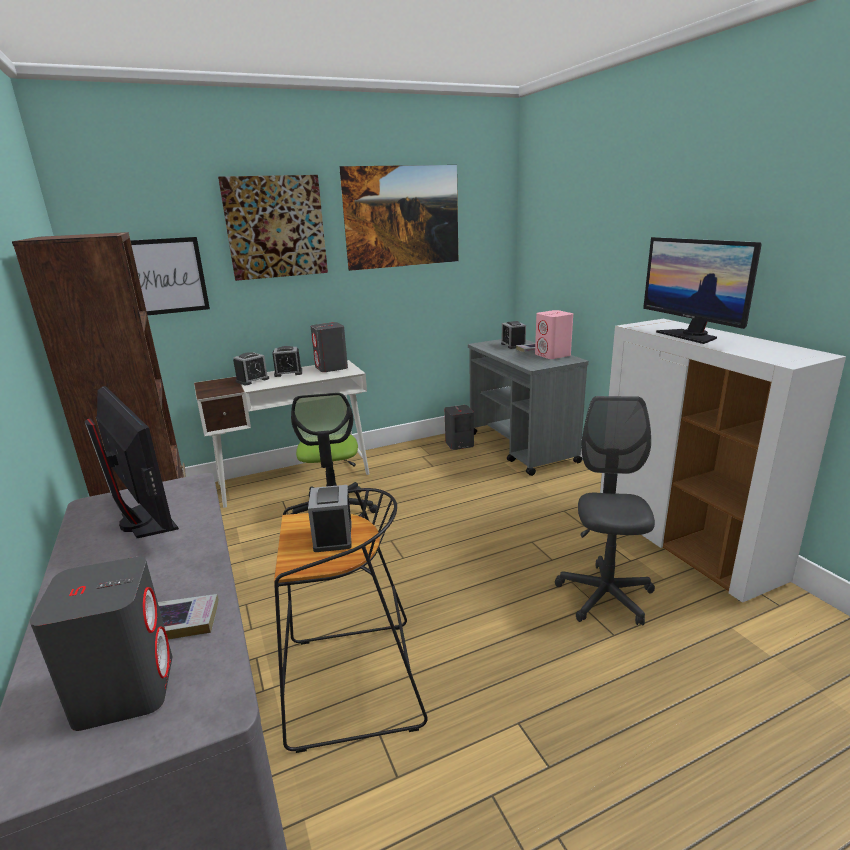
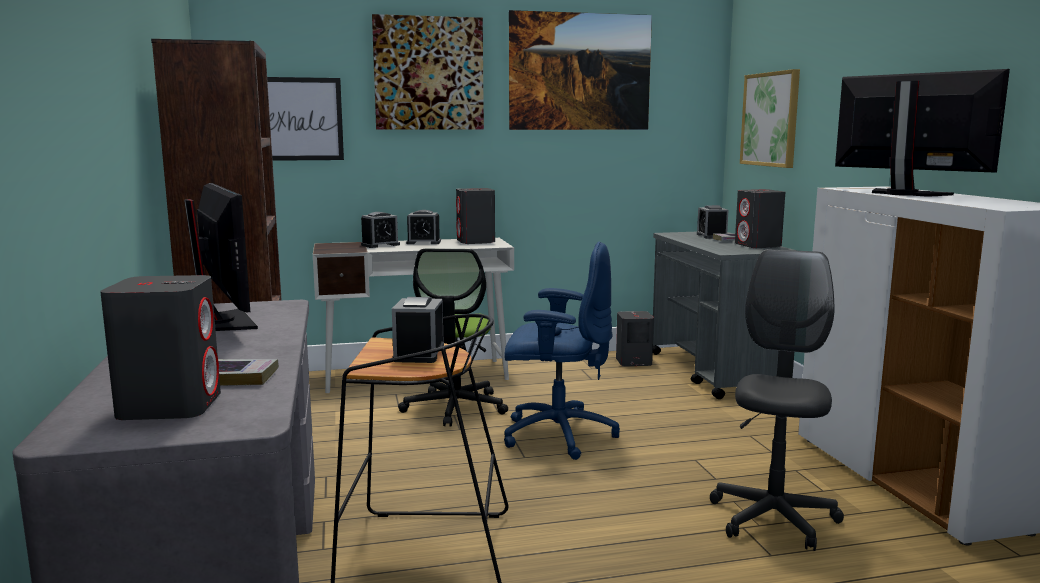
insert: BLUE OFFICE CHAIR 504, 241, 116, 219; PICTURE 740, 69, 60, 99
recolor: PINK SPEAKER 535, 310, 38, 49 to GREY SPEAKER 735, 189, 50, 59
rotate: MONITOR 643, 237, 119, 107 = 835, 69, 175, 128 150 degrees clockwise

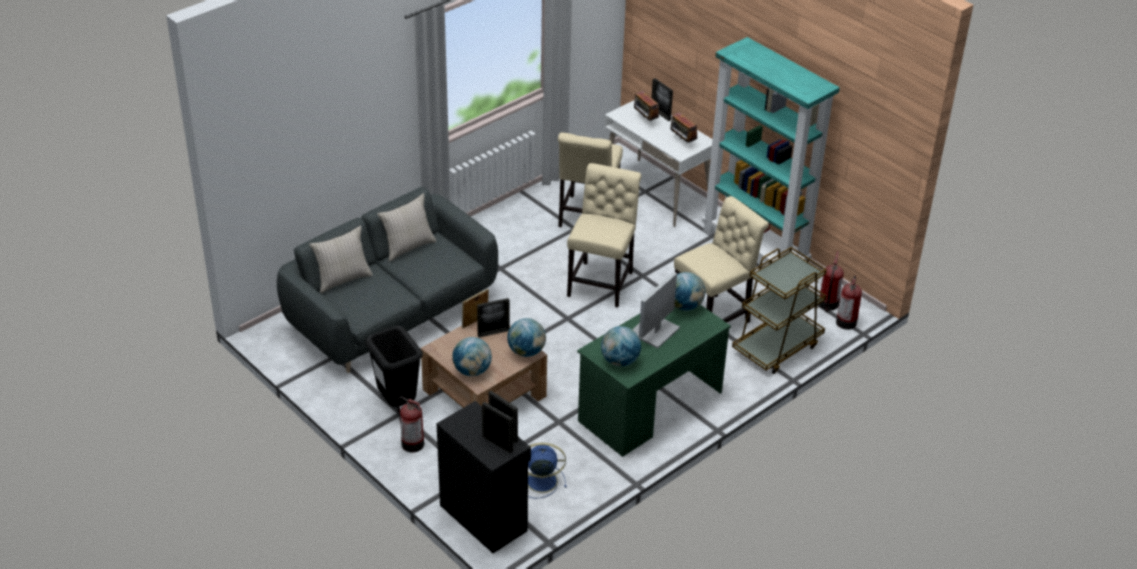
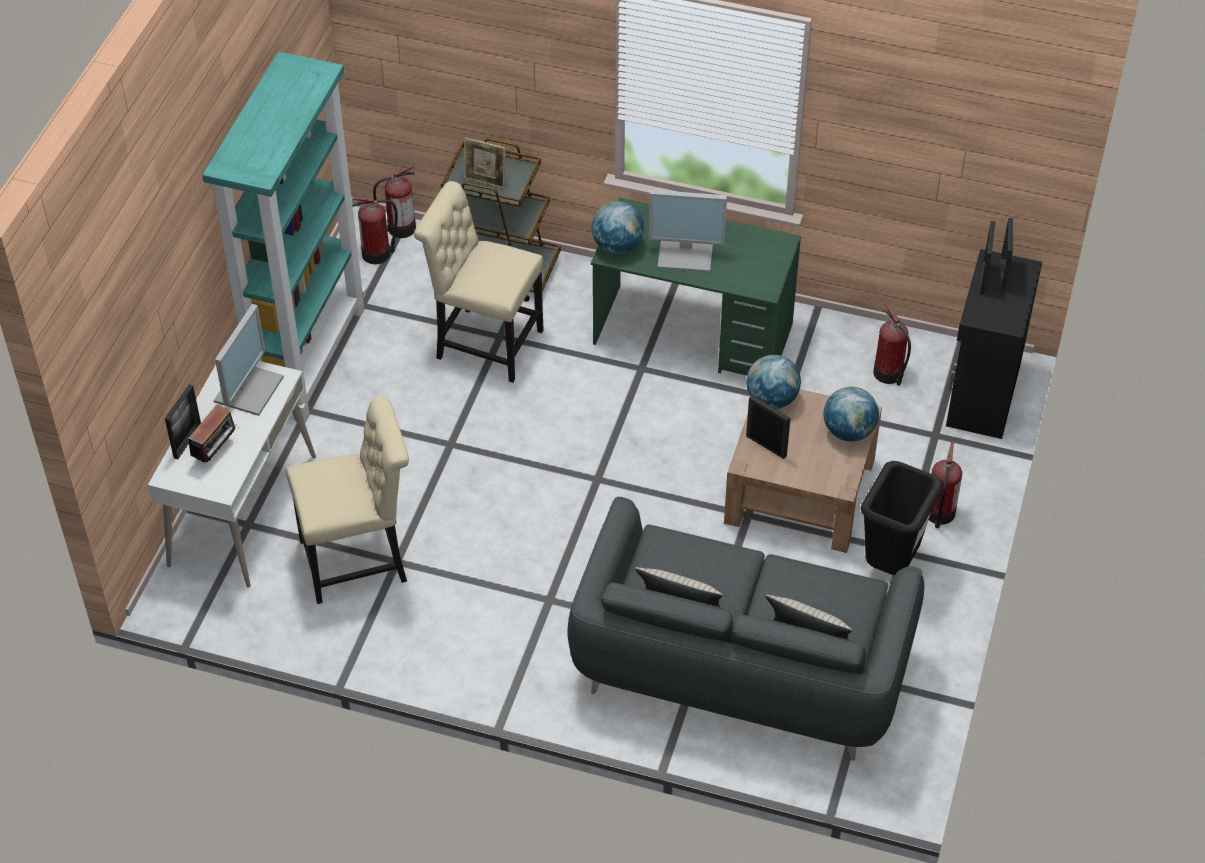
delete: BEIGE CHAIR 567, 163, 74, 144; GLOBE 601, 326, 40, 40
move: PICTURE FRAME 462, 289, 27, 40 to 464, 137, 42, 51
replace: BLUE FAN 528, 443, 39, 55 to FIRE EXTINGUISHER 873, 303, 38, 83; RADIO 670, 112, 27, 31 to MONITOR 214, 304, 70, 112

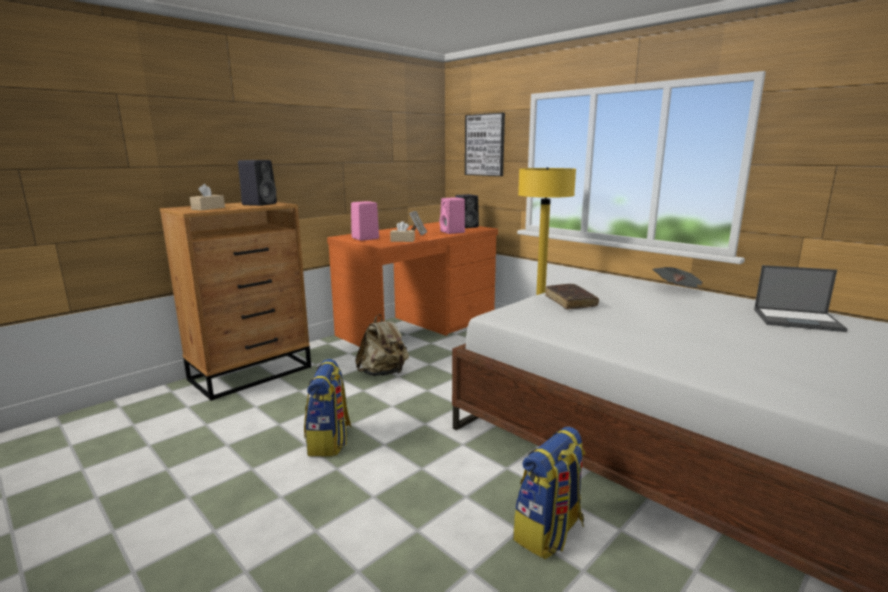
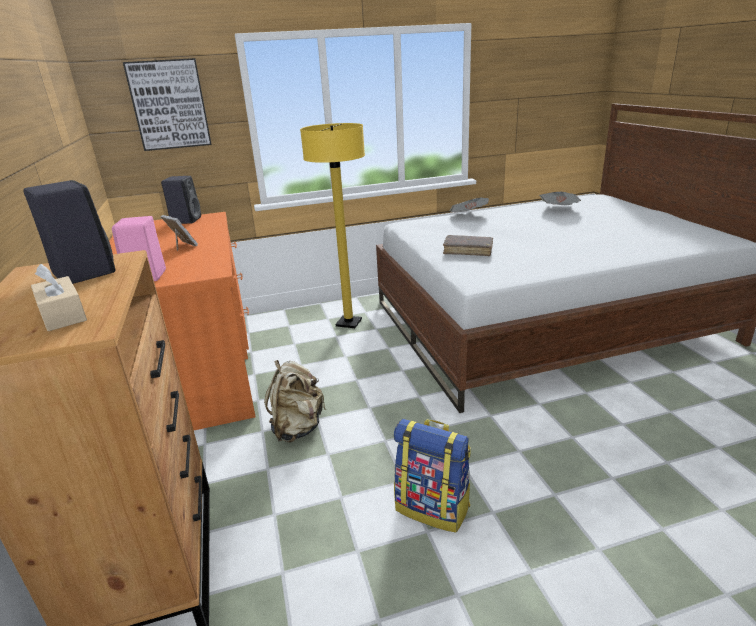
delete: BEIGE TISSUE BOX 390, 221, 25, 21; PINK SPEAKER 440, 197, 25, 37; BACKPACK 513, 426, 72, 133
replace: LAPTOP 754, 265, 93, 67 to NEWSPAPER 539, 192, 42, 13

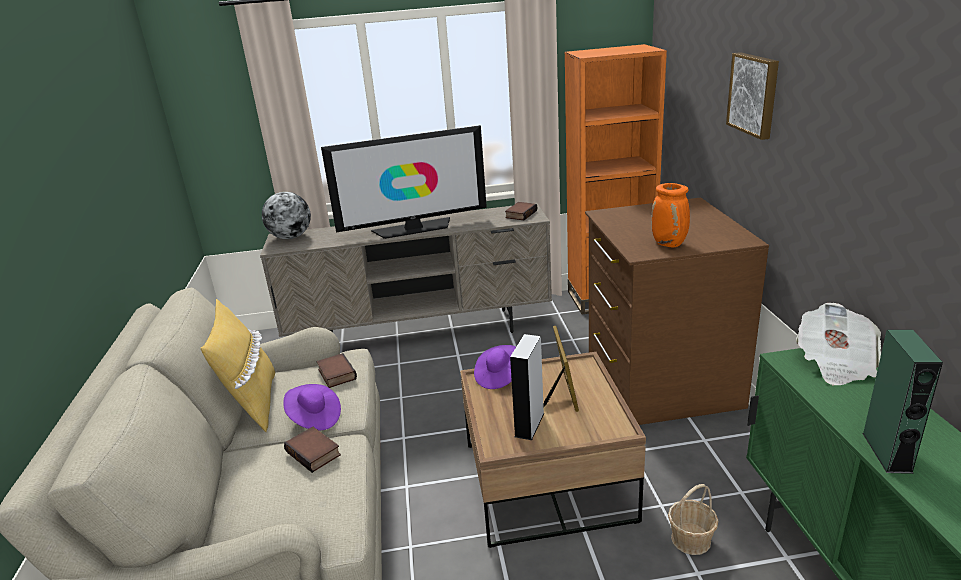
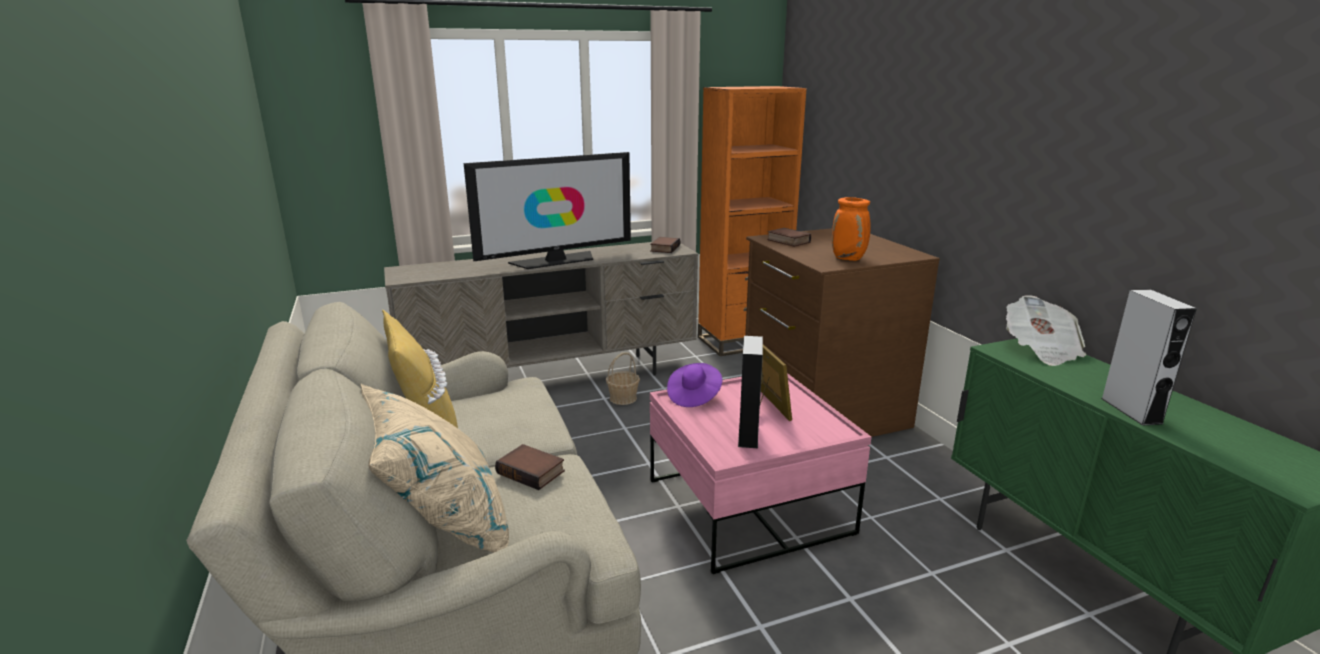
delete: GLOBE 262, 192, 49, 47; PURPLE HAT 283, 384, 58, 46; PICTURE 726, 52, 53, 88
insert: BEIGE PILLOW 360, 383, 149, 169
move: BOOK 317, 353, 40, 35 to 767, 228, 44, 19; BASKET 668, 484, 50, 71 to 606, 352, 34, 53
recolor: BROWN COFFEE TABLE 460, 352, 186, 196 to PINK COFFEE TABLE 650, 373, 221, 201; GREEN SPEAKER 862, 329, 81, 145 to GREY SPEAKER 1101, 289, 96, 137

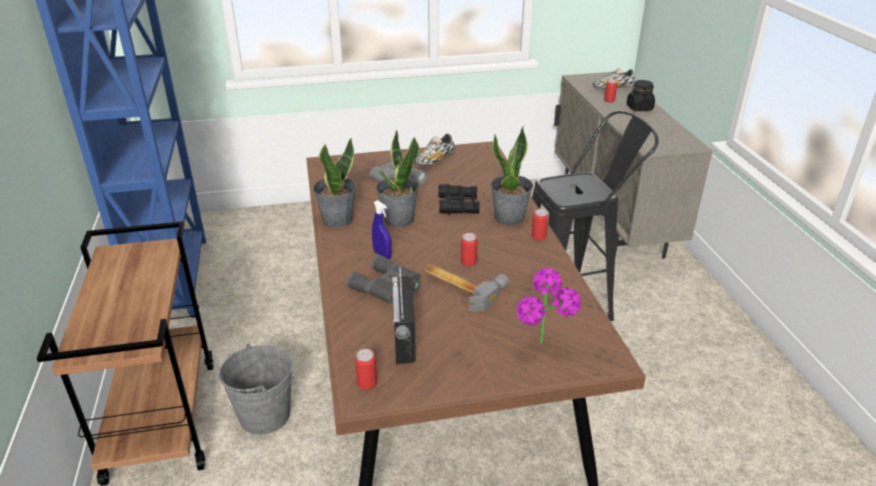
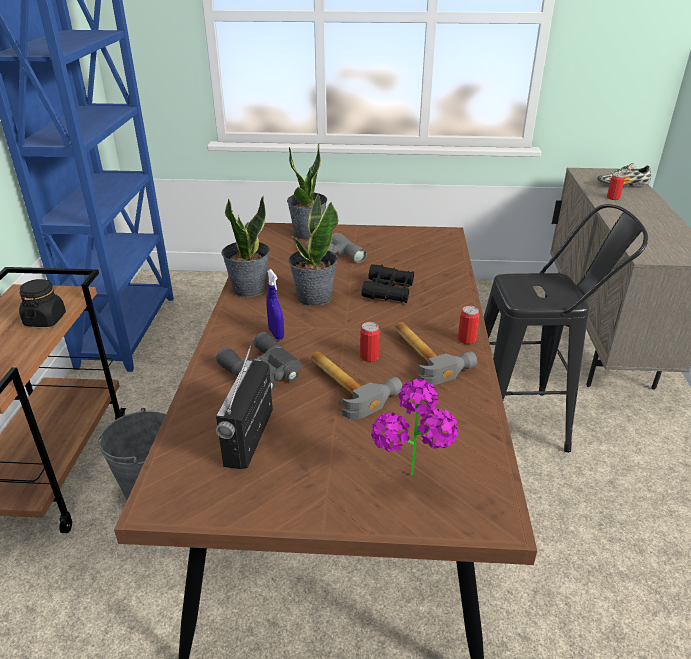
delete: CAN 355, 349, 22, 41; SHOE 414, 134, 41, 31
insert: HAMMER 394, 322, 83, 63
move: POTTED PLANT 491, 127, 42, 98 to 287, 143, 40, 97; BLACK JAR 627, 80, 28, 31 to 19, 279, 47, 48

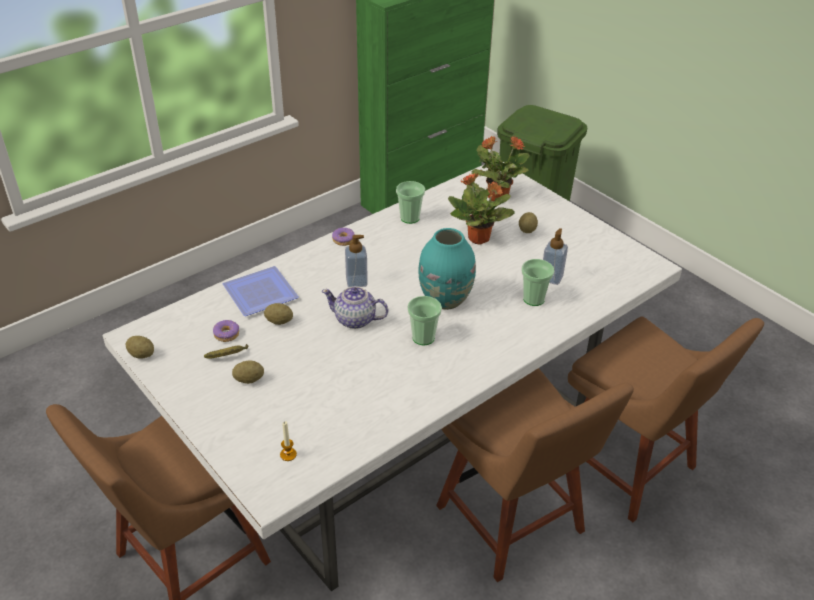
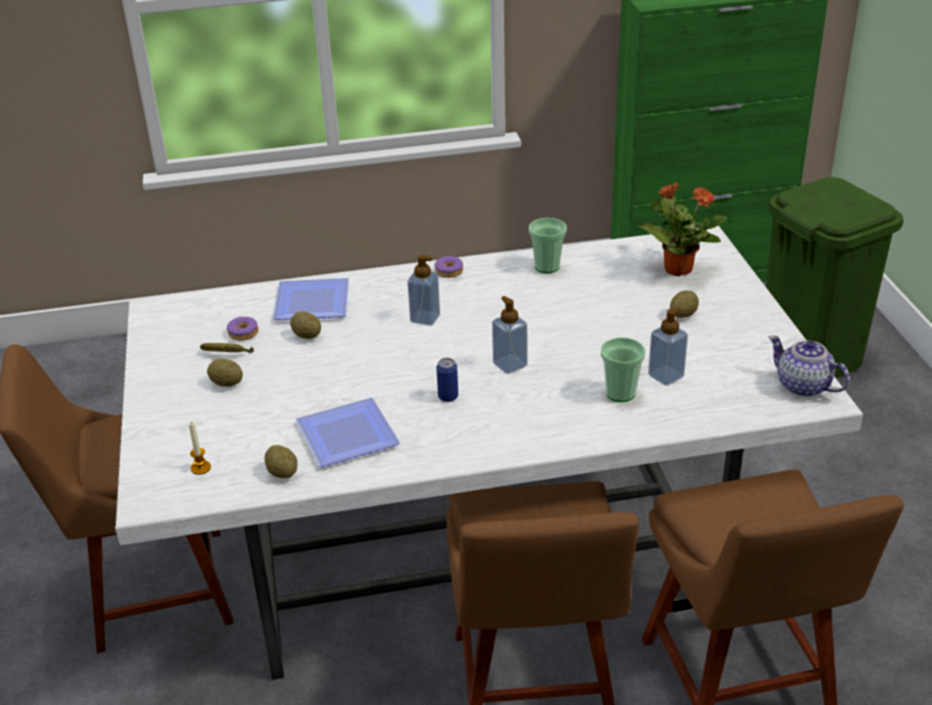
delete: POTTED PLANT 448, 173, 67, 72
insert: PLATE 296, 398, 104, 69
move: POTATO 126, 336, 28, 23 to 264, 445, 34, 33; TEAPOT 322, 286, 66, 43 to 768, 335, 82, 62
replace: CUP 407, 296, 35, 50 to CAN 436, 358, 22, 44; TURQUOISE VASE 419, 228, 57, 82 to SOAP DISPENSER 492, 296, 35, 78

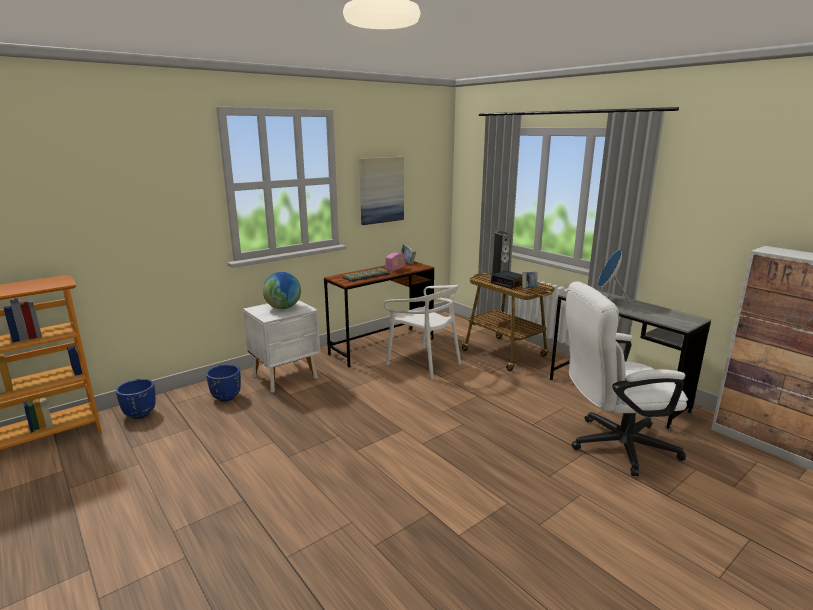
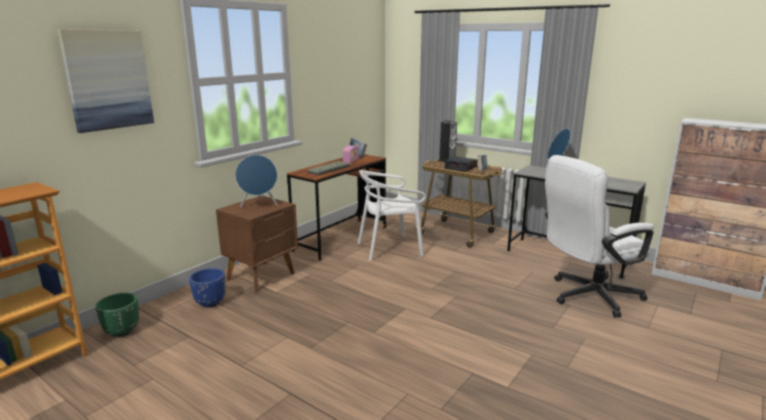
move: PICTURE 359, 157, 45, 68 to 57, 29, 97, 104
replace: GLOBE 263, 272, 38, 37 to BLUE SPEAKER 235, 155, 43, 53
recolor: BLUE PLANTER 116, 379, 40, 40 to GREEN PLANTER 95, 293, 44, 44; WHITE NIGHTSTAND 243, 300, 77, 93 to BROWN NIGHTSTAND 216, 195, 82, 98
rotate: WHITE CHAIR 384, 285, 77, 94 = 358, 170, 68, 91 135 degrees clockwise

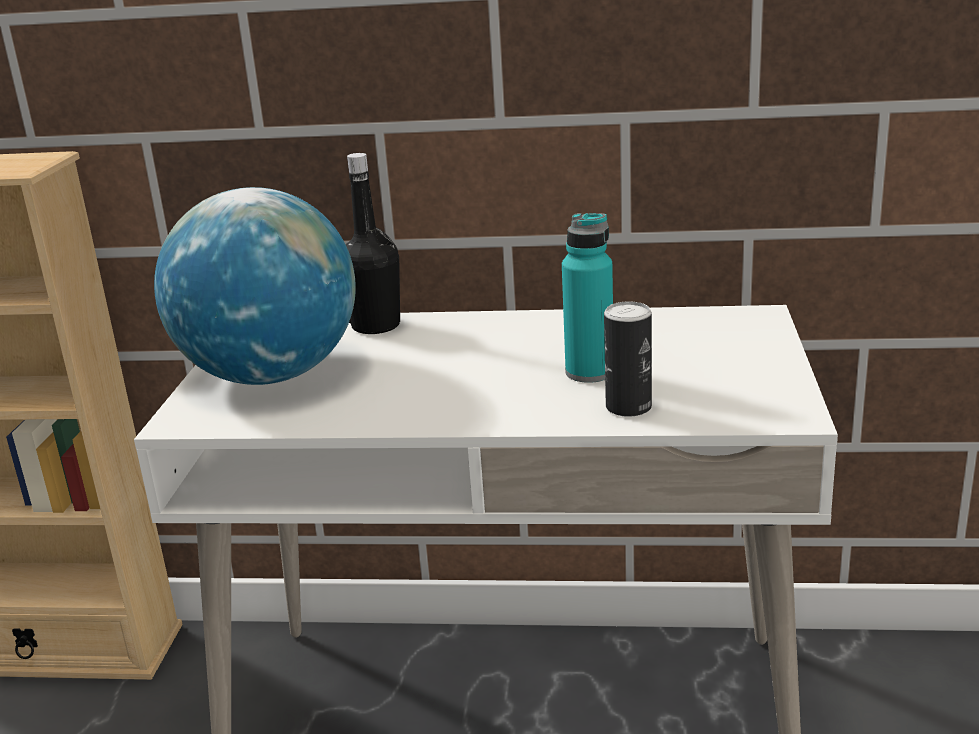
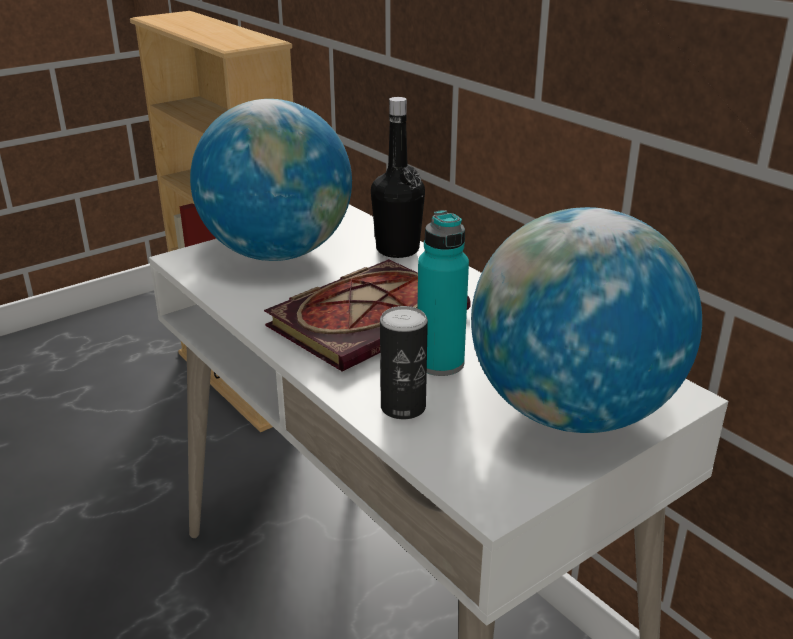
insert: BOOK 264, 259, 207, 112; GLOBE 471, 207, 231, 226

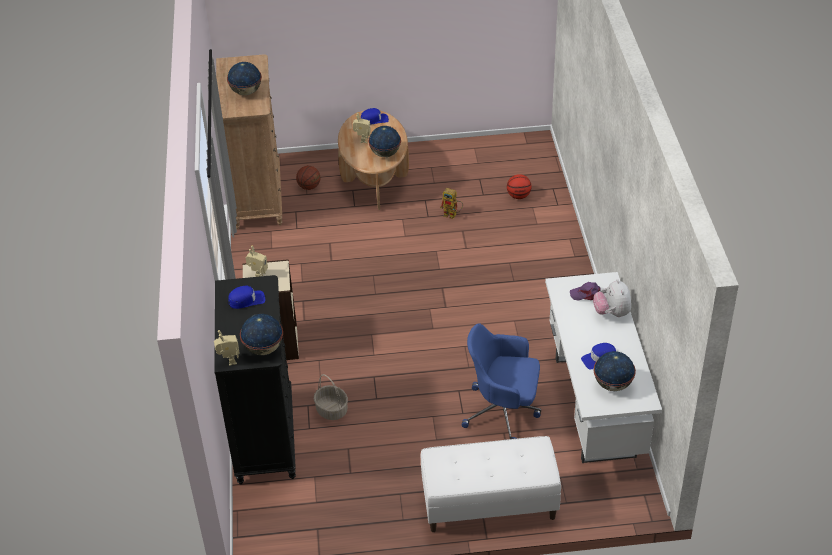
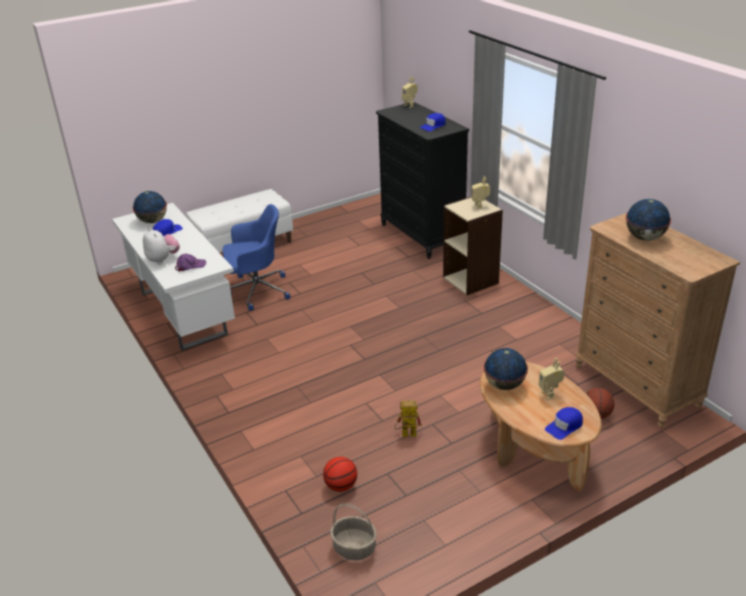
delete: GLOBE 240, 314, 43, 41
move: BASKET 314, 374, 34, 46 to 330, 503, 47, 57

